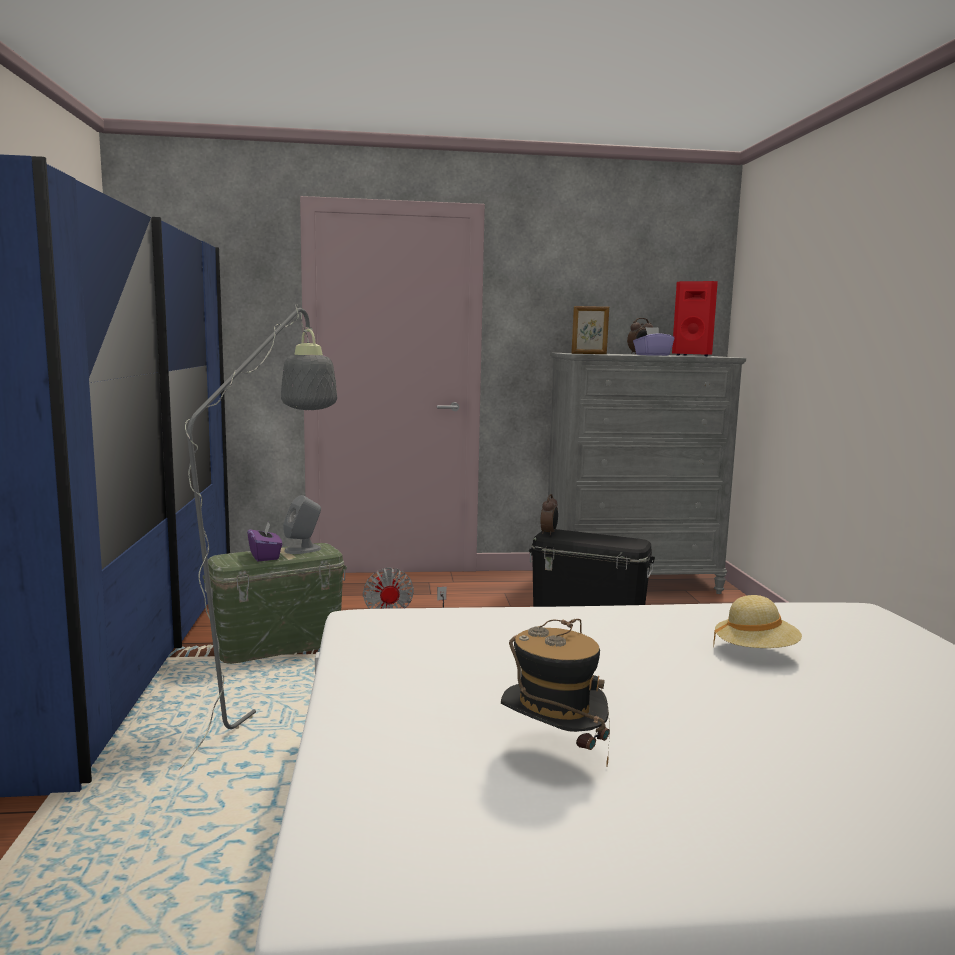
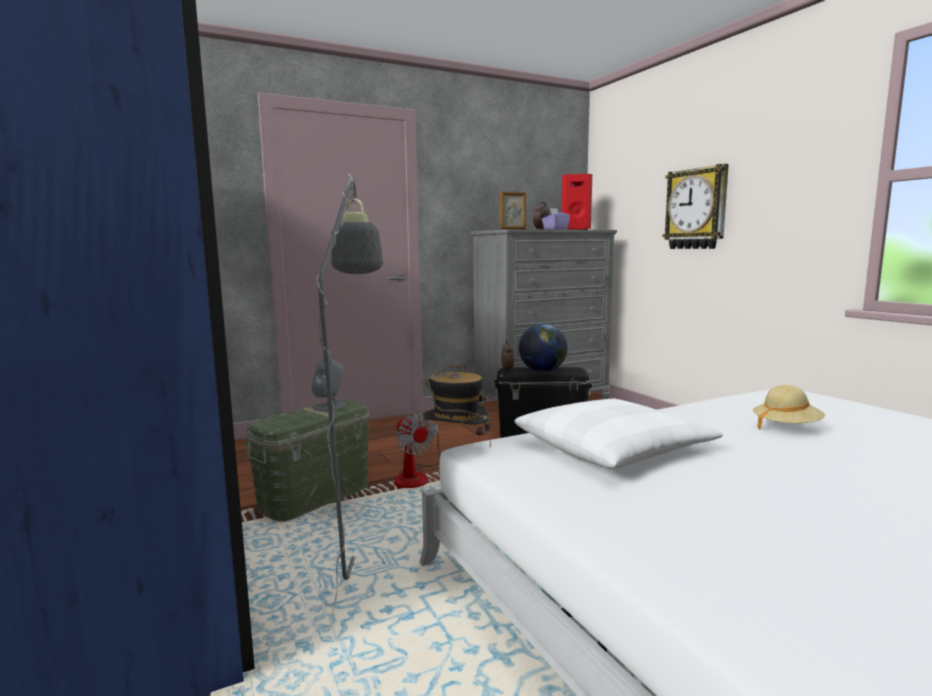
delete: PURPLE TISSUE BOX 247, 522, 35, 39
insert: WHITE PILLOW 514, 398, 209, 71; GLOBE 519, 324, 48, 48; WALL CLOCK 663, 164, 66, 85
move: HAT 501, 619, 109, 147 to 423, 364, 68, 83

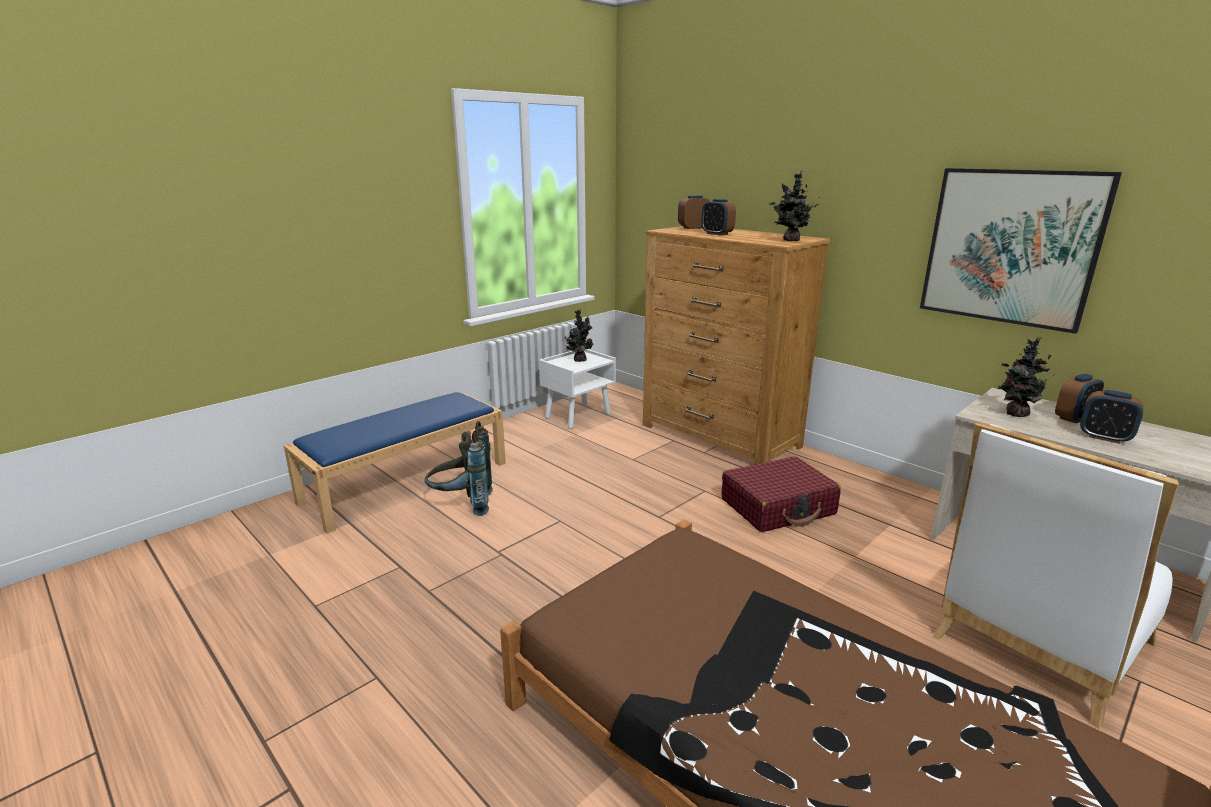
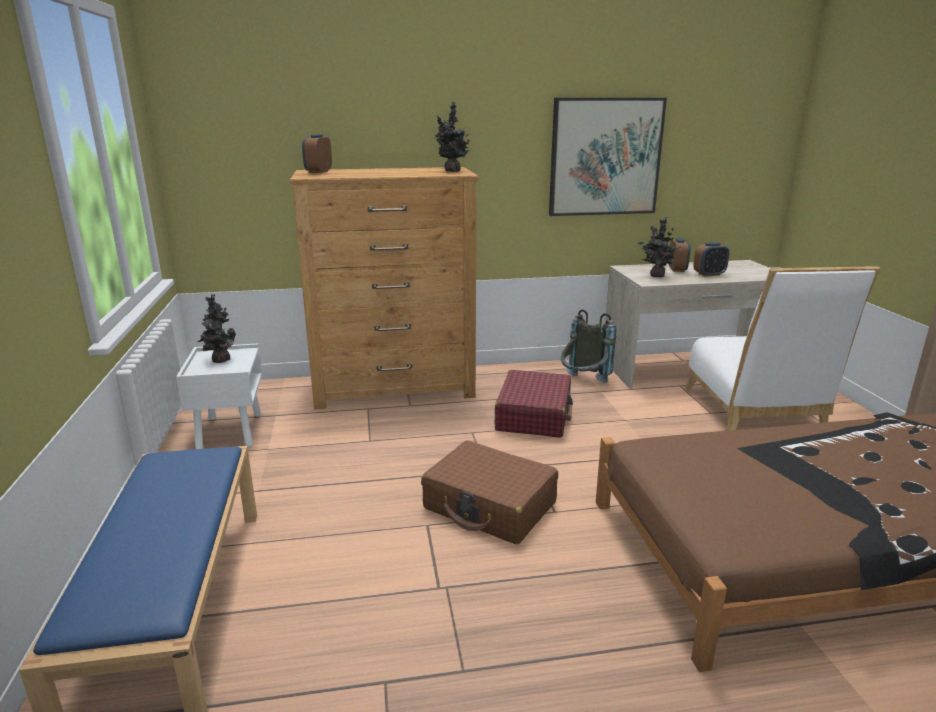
delete: ALARM CLOCK 702, 199, 34, 37
insert: BROWN SUITCASE 421, 441, 137, 103
move: GREY BACKPACK 425, 421, 68, 95 to 561, 309, 55, 74

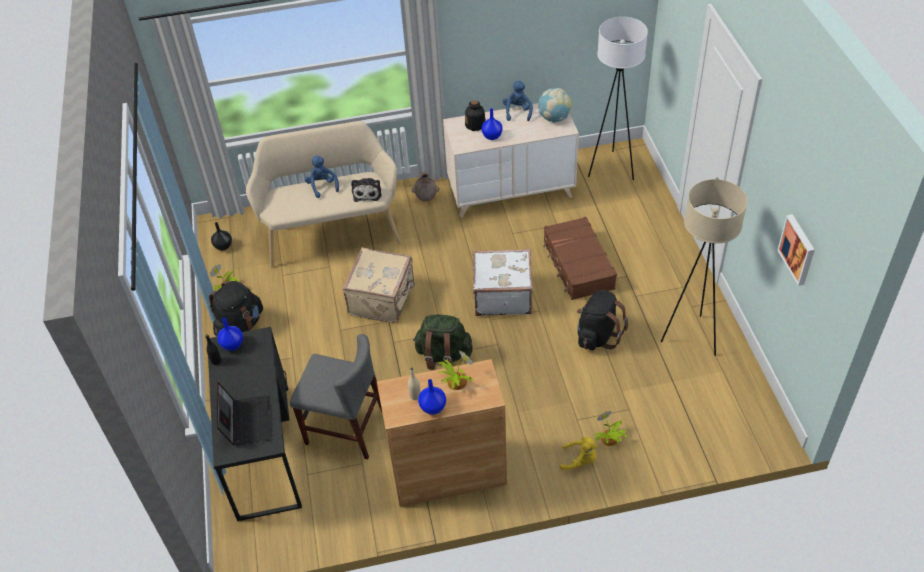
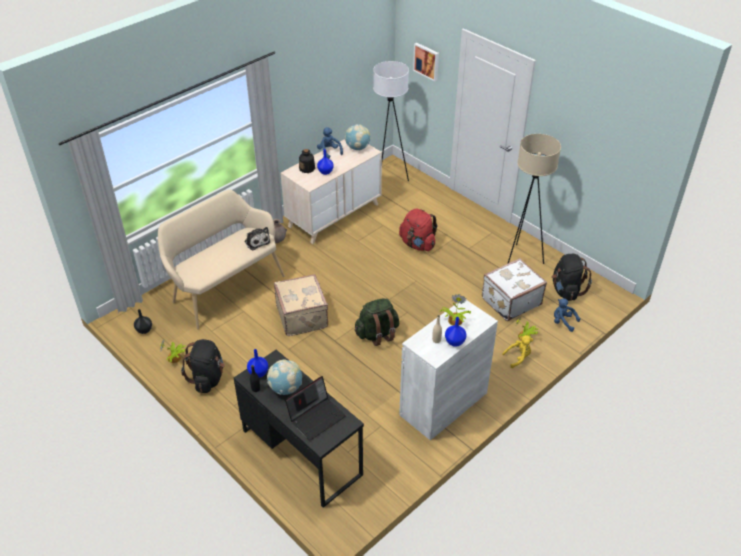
delete: GREY CHAIR 290, 334, 92, 125
insert: GLOBE 267, 360, 35, 35
move: BLUE PLUSH TOY 305, 156, 34, 42 to 554, 298, 26, 34; WHITE SUITCASE 473, 249, 60, 67 to 482, 258, 65, 63; BLACK BACKPACK 577, 290, 51, 60 to 552, 254, 40, 47; PICTURE 777, 214, 38, 72 to 413, 43, 26, 38
replace: BROWN SUITCASE 543, 217, 74, 83 to RED BACKPACK 399, 209, 39, 42
recolor: BROWN CABINET 377, 359, 130, 148 to WHITE CABINET 399, 300, 99, 140
rotate: LAPTOP 217, 382, 53, 64 = 285, 376, 61, 64 90 degrees clockwise

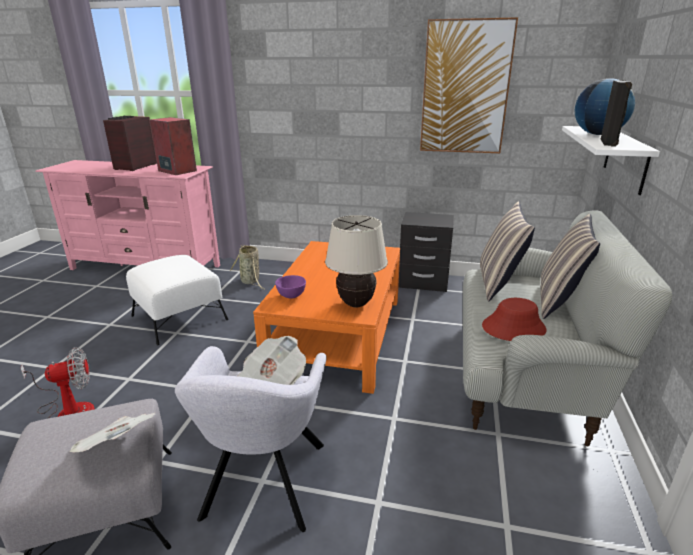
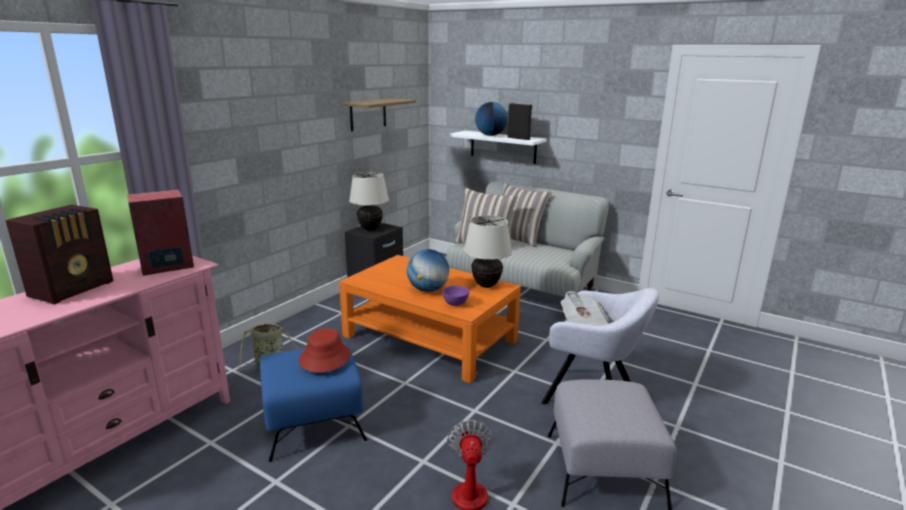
delete: NEWSPAPER 70, 413, 85, 40
insert: BEIGE TABLE LAMP 349, 172, 40, 59; GLOBE 407, 249, 42, 43
move: RED HAT 482, 298, 64, 43 to 299, 328, 52, 45
replace: PICTURE 420, 17, 98, 136 to SHELF 342, 98, 74, 33
recolor: WHITE OTTOMAN 126, 255, 102, 91 to BLUE OTTOMAN 260, 343, 107, 119
rotate: RADIO 103, 116, 54, 55 = 5, 205, 108, 99 105 degrees counterclockwise

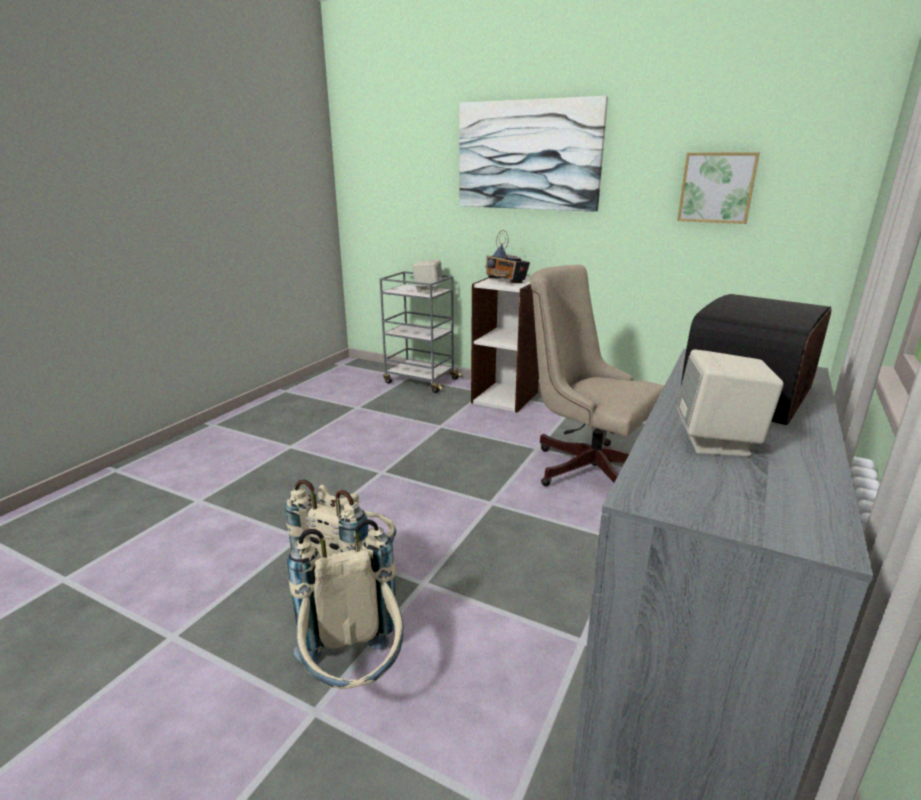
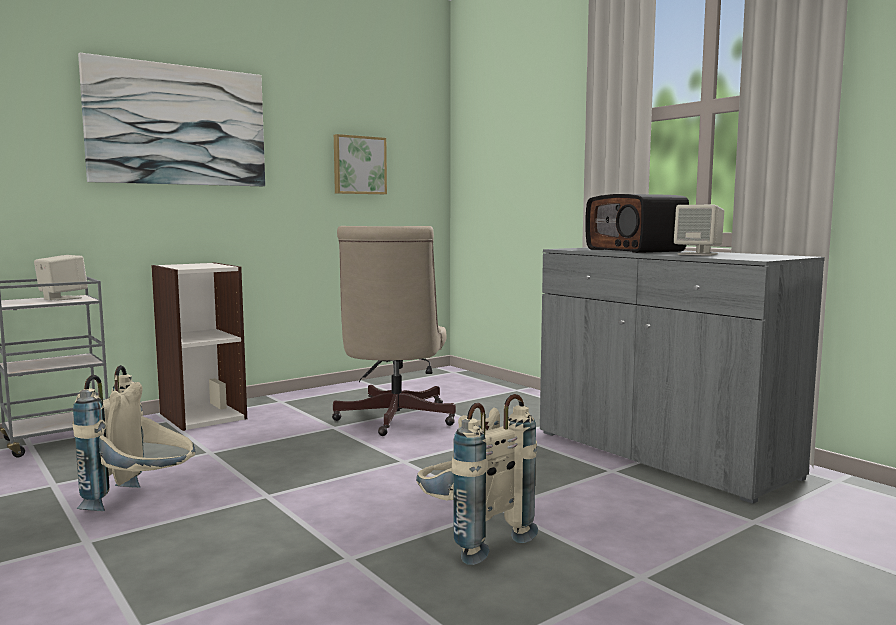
delete: RADIO 485, 230, 45, 53
move: BEIGE BACKPACK 287, 519, 116, 170 to 72, 365, 123, 146
rotate: BEIGE OFFICE CHAIR 530, 265, 135, 221 = 332, 226, 124, 210 60 degrees counterclockwise

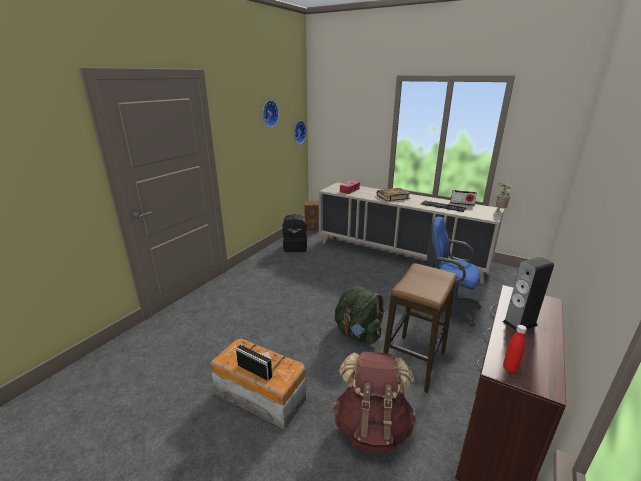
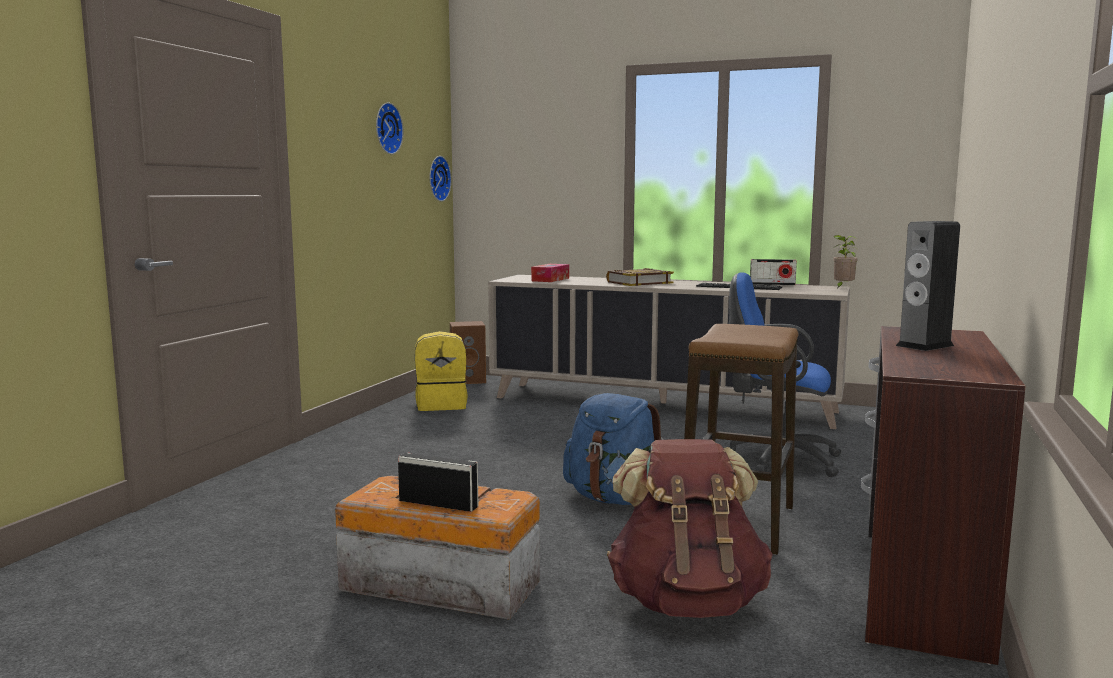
delete: RED BOTTLE 503, 325, 24, 48
recolor: BLACK BACKPACK 282, 214, 25, 38 to YELLOW BACKPACK 415, 331, 53, 80; GREEN BACKPACK 335, 285, 50, 59 to BLUE BACKPACK 563, 393, 100, 112

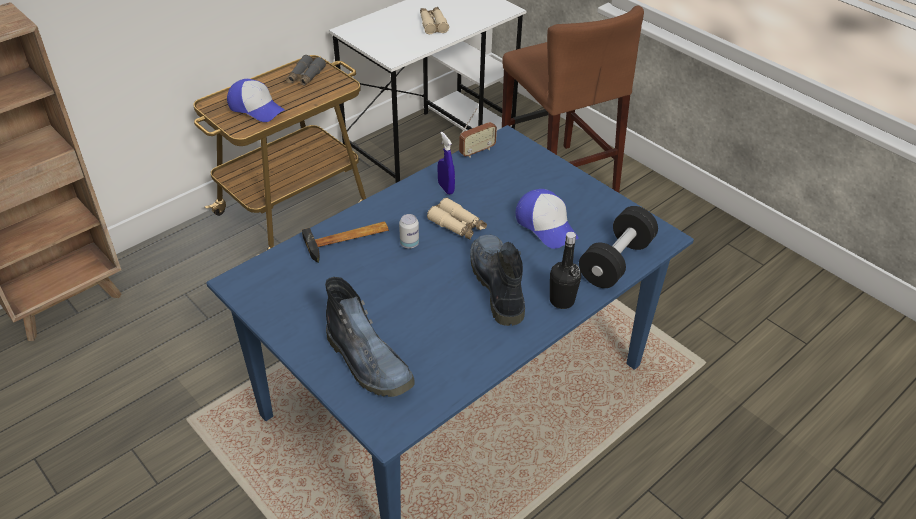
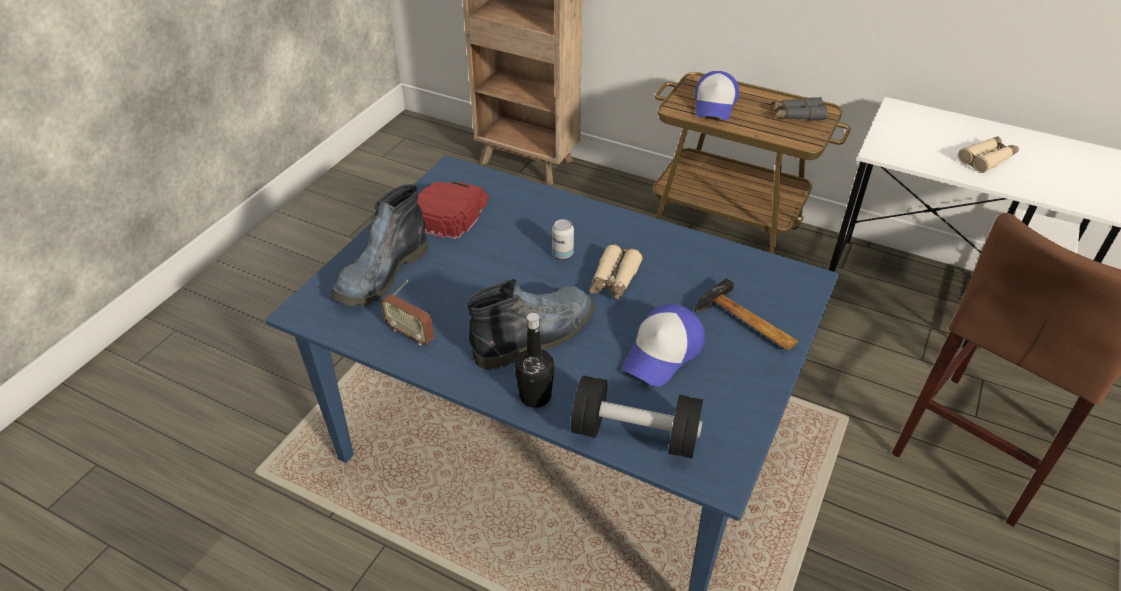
delete: BLUE SPRAY BOTTLE 438, 132, 17, 63
insert: RED CAP 417, 182, 72, 57
move: HAMMER 302, 221, 87, 42 to 695, 278, 104, 73; RADIO 459, 108, 38, 50 to 381, 280, 53, 65

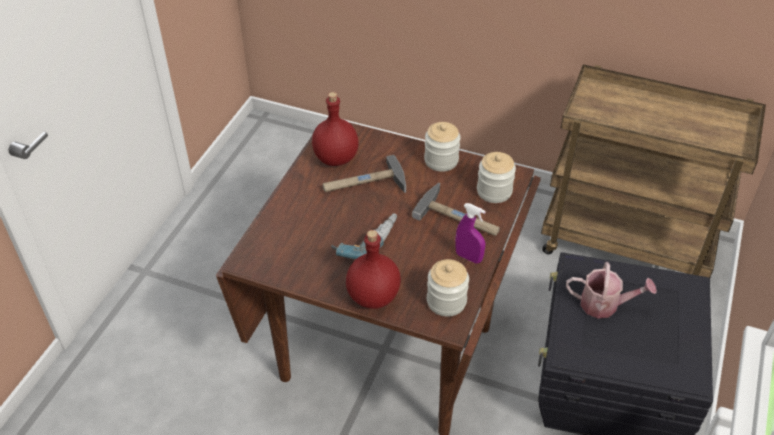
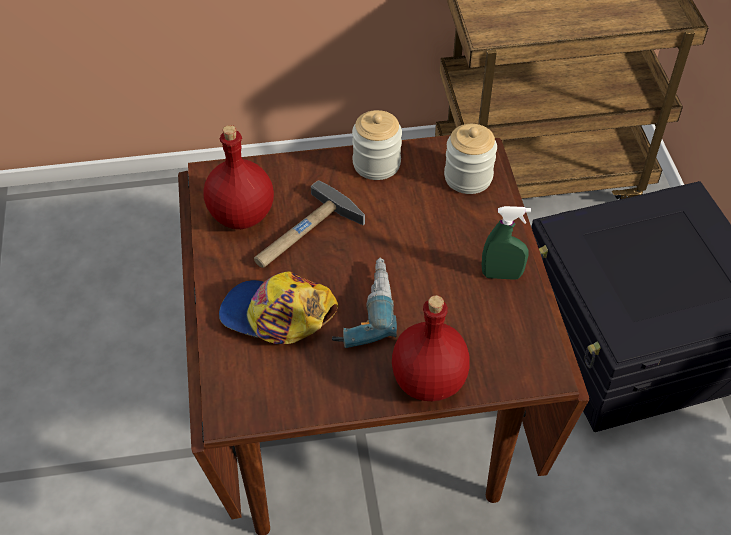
delete: HAMMER 412, 183, 88, 53; JAR 427, 259, 42, 58; WATERING CAN 566, 262, 91, 57
insert: CAP 219, 271, 119, 73
recolor: PURPLE SPRAY BOTTLE 455, 203, 31, 61 to GREEN SPRAY BOTTLE 482, 206, 49, 74

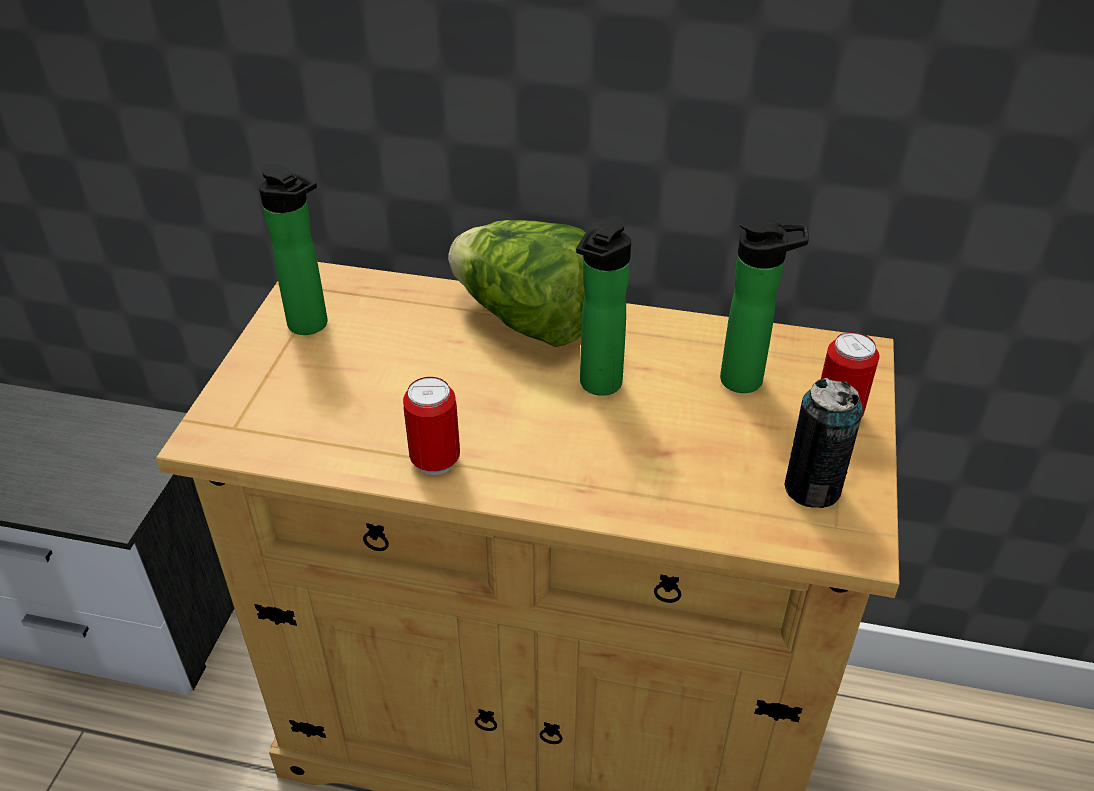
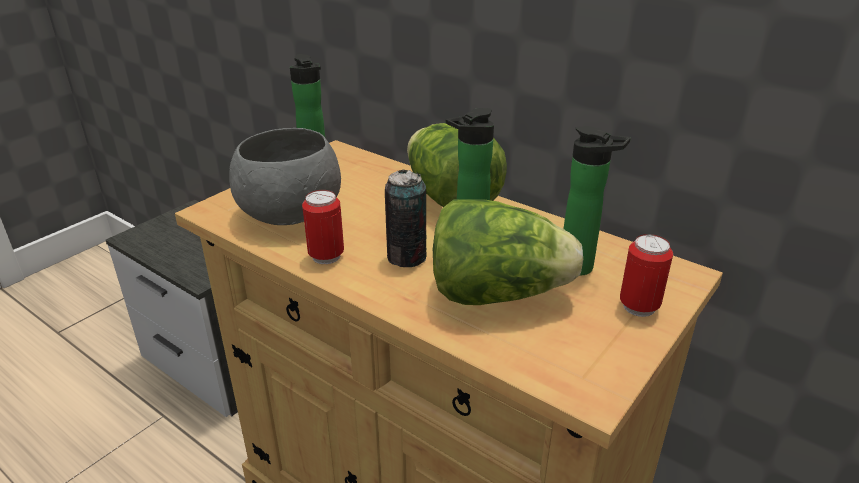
insert: GREY BOWL 229, 128, 112, 97; LETTUCE 433, 199, 150, 106
move: CAN 785, 378, 78, 130 to 385, 170, 42, 97

